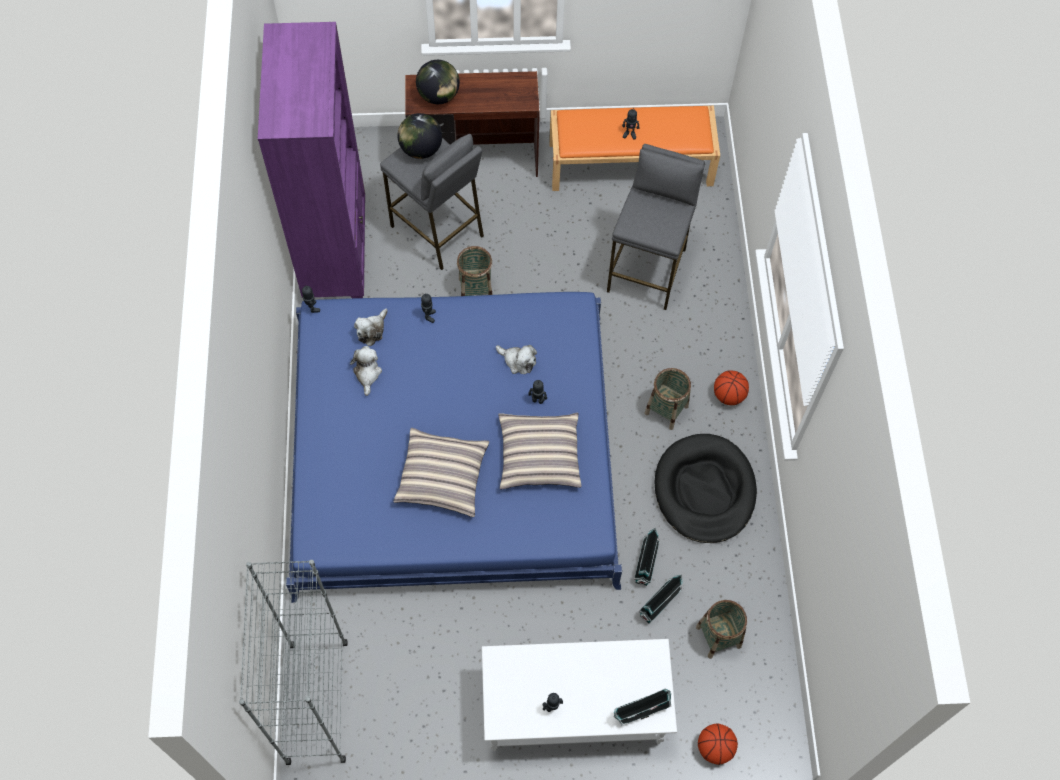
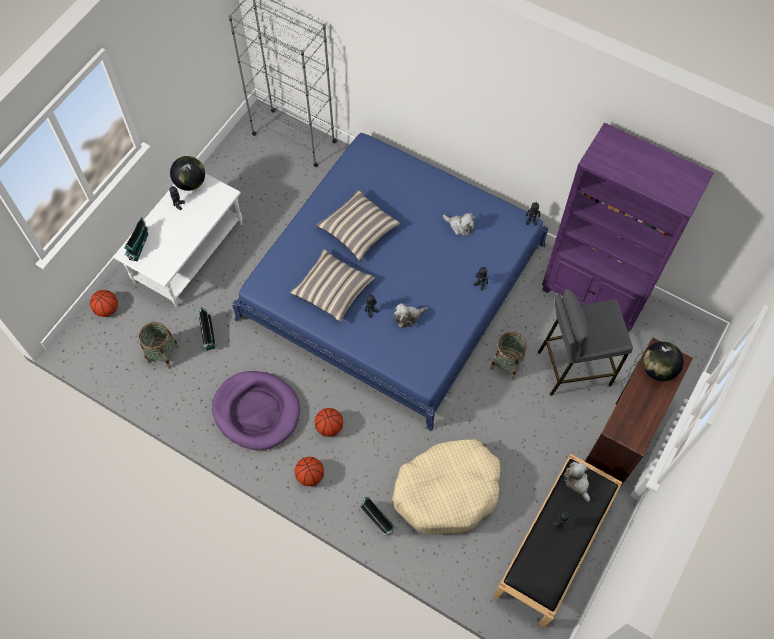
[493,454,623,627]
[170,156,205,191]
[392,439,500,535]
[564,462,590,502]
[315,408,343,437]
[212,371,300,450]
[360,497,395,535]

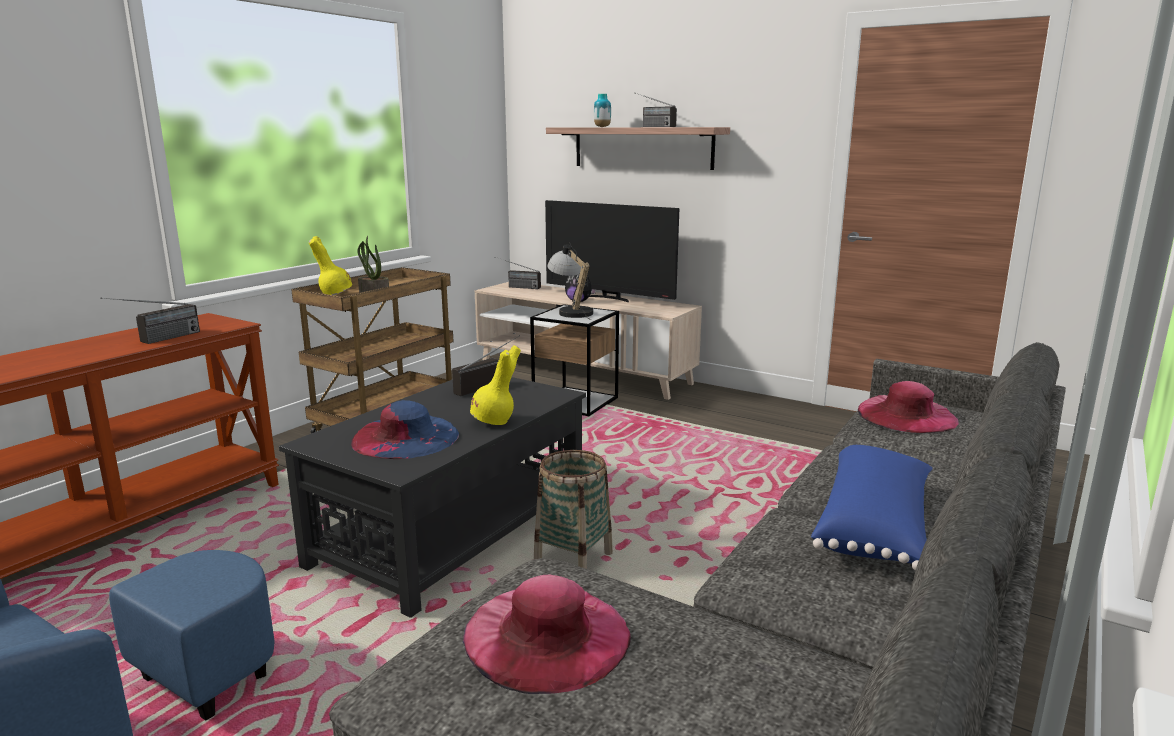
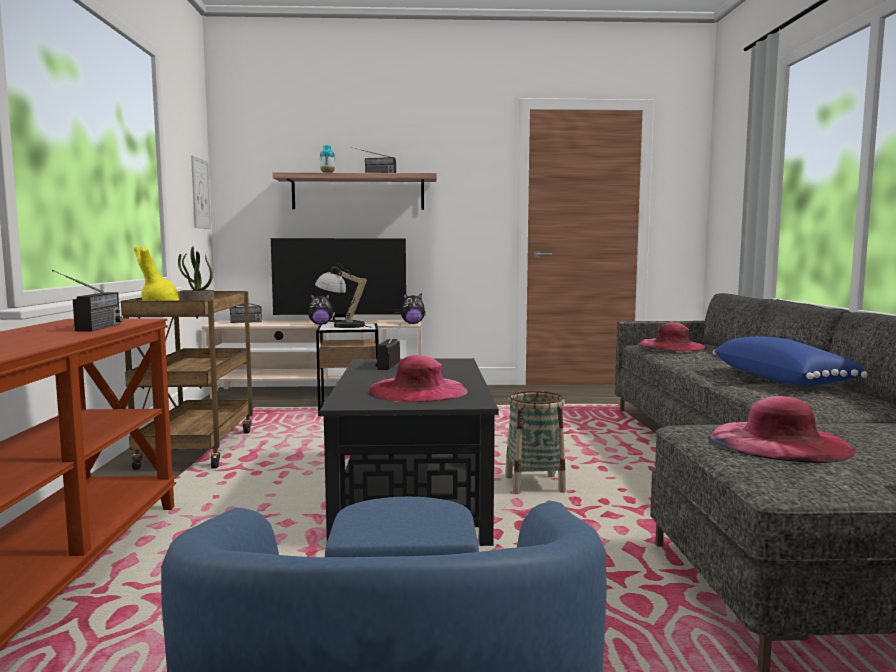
[470,345,521,425] (first image)
[369,355,468,402]
[191,156,211,229]
[401,293,426,324]

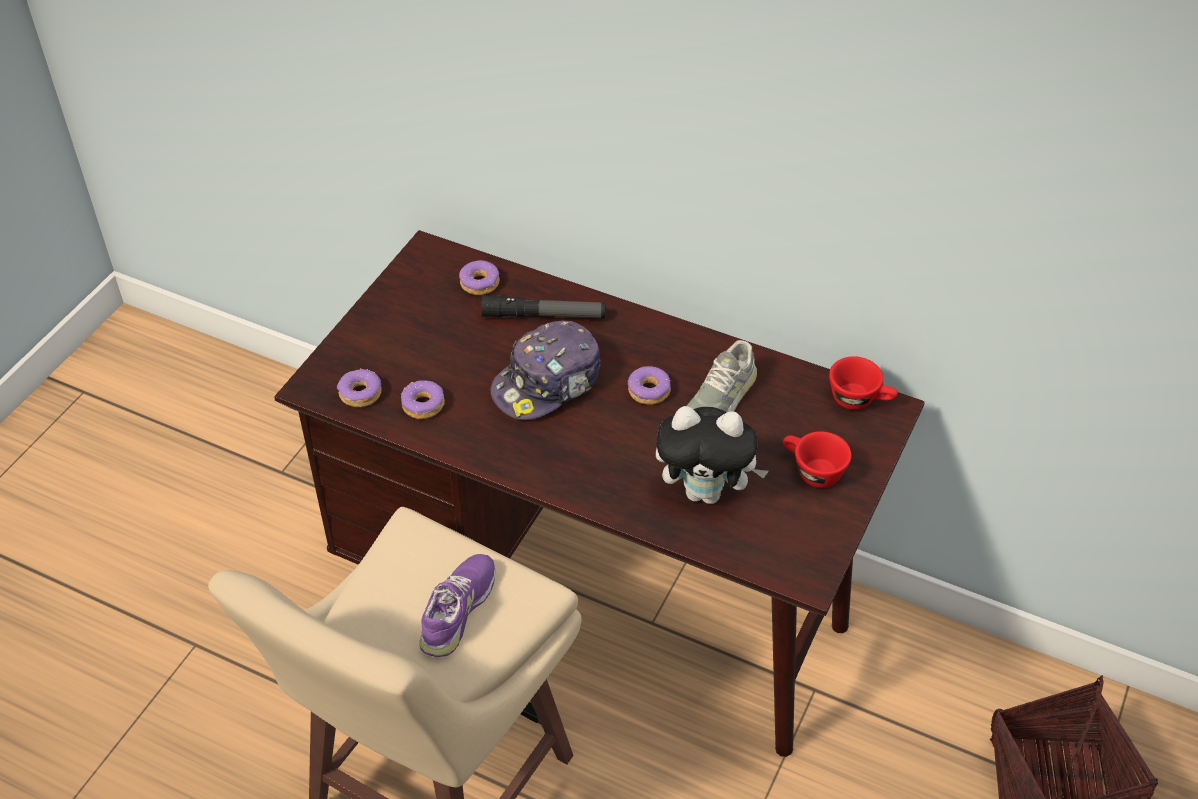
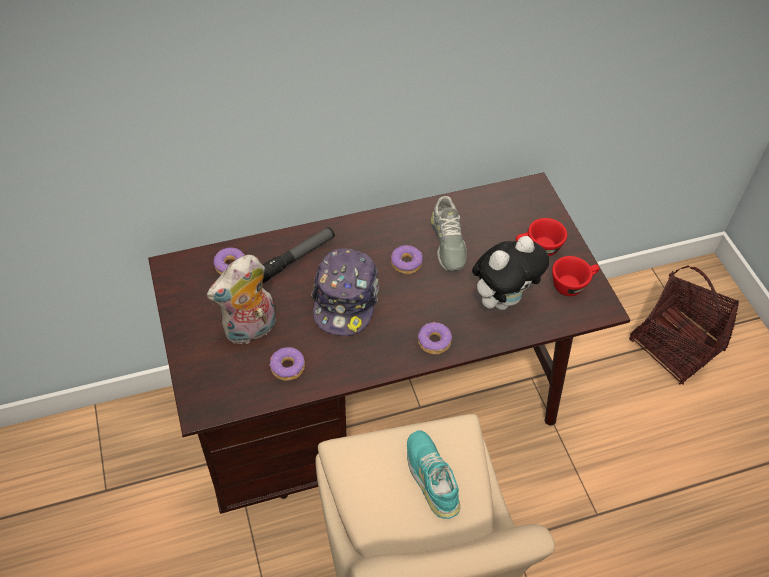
[552,256,599,296]
[418,322,452,354]
[407,430,461,519]
[207,255,276,344]

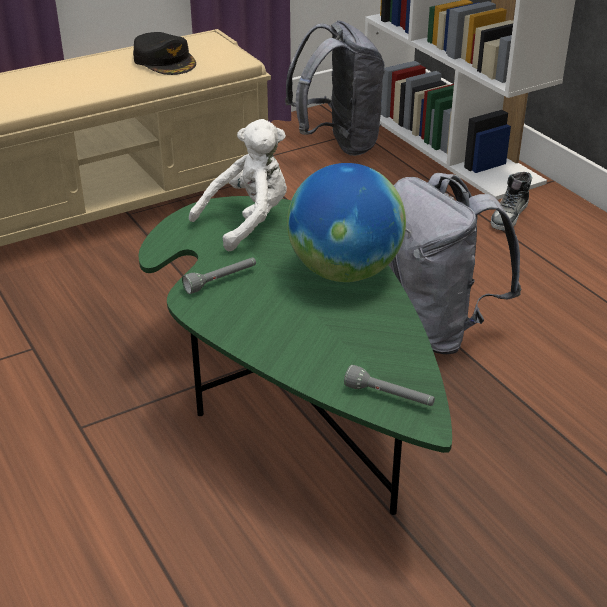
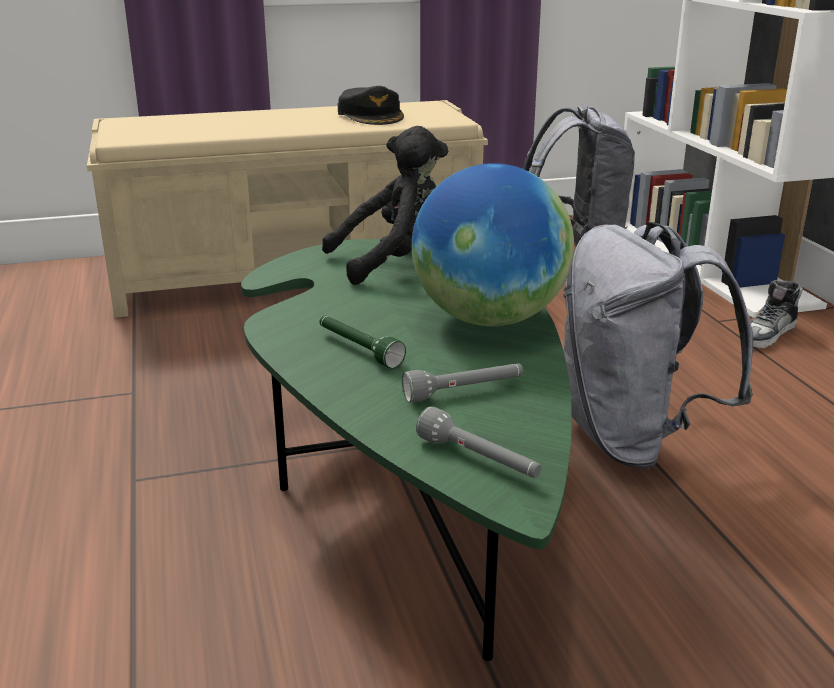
[322,126,448,285]
[402,363,523,403]
[319,316,406,368]

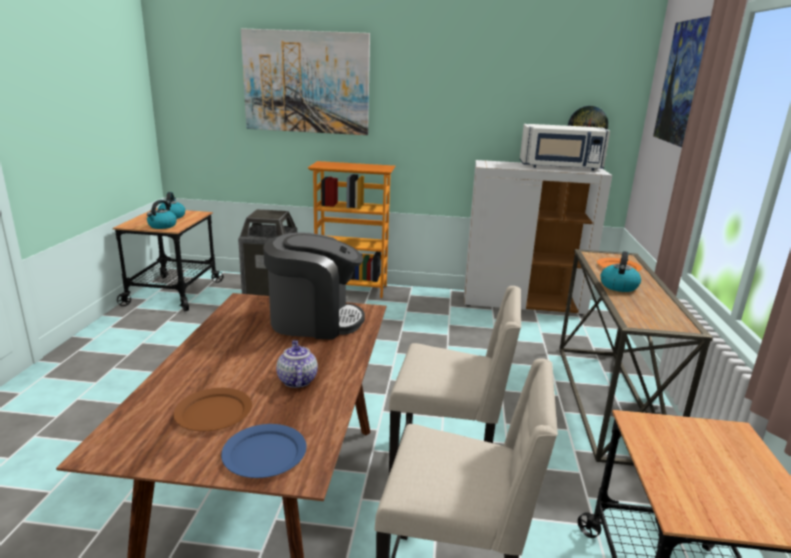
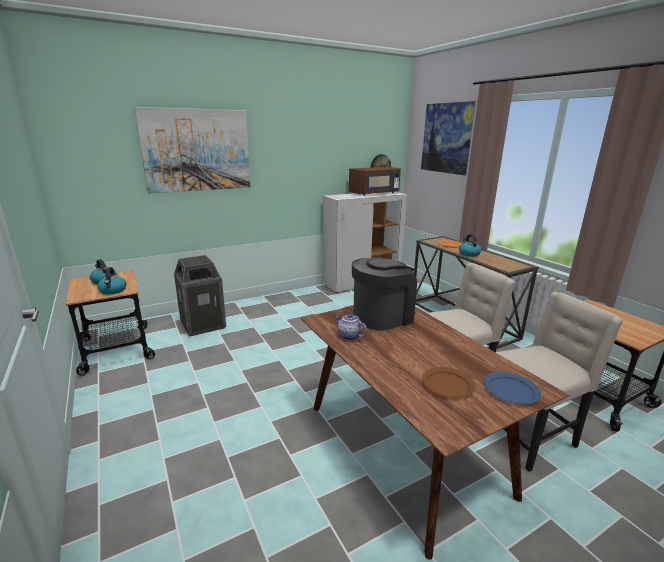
[349,167,401,196]
[308,161,396,298] (first image)
[334,314,367,340]

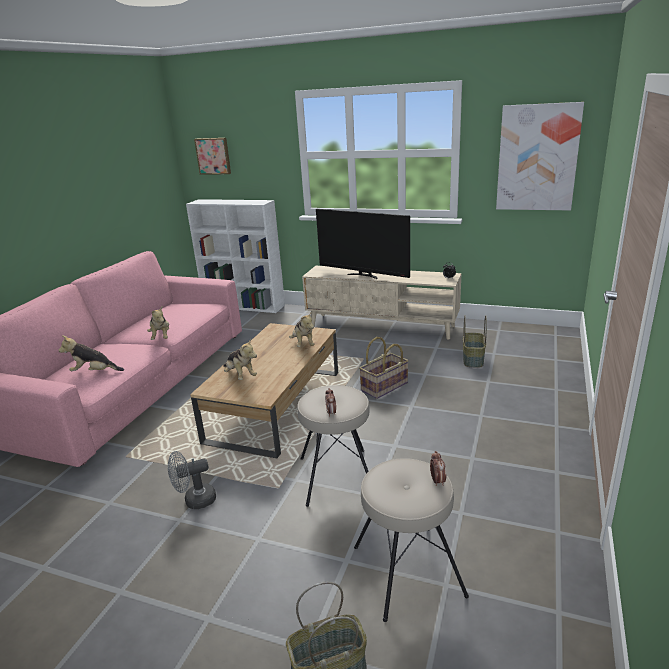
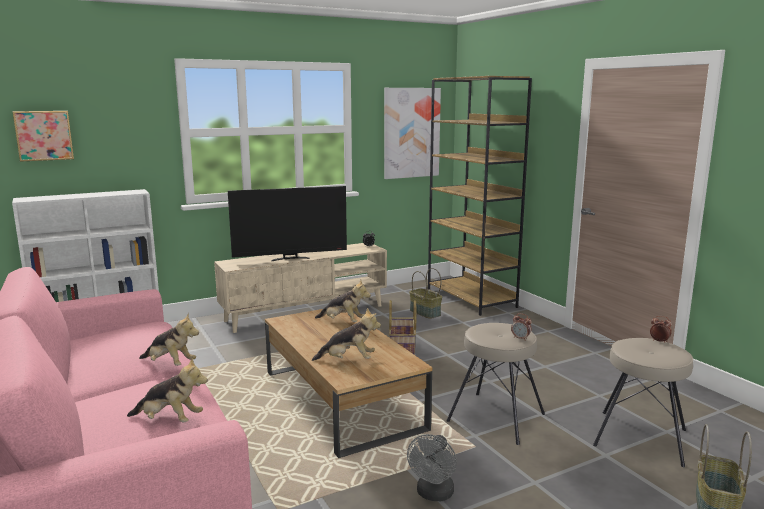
[127,357,208,423]
[428,76,532,316]

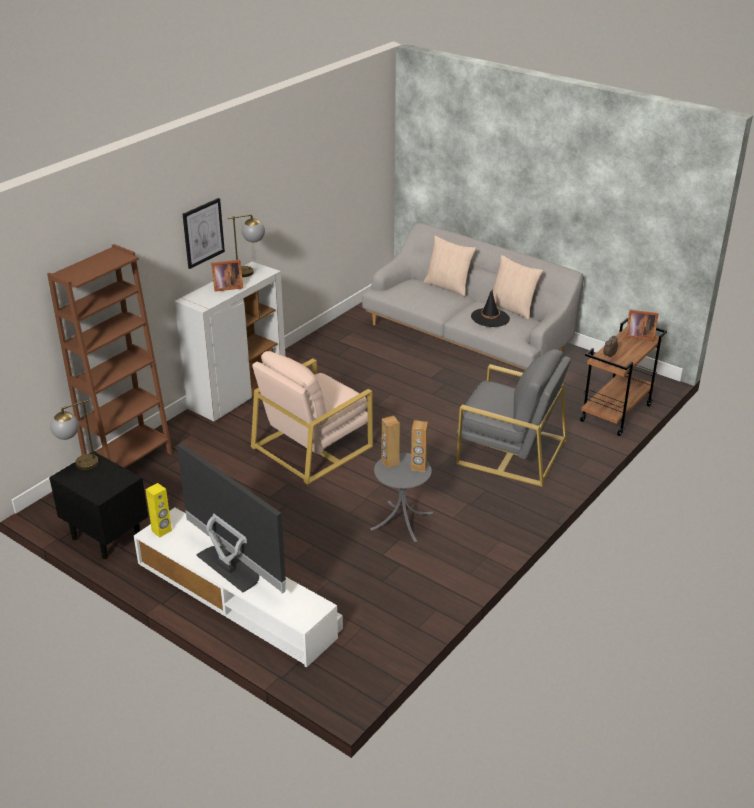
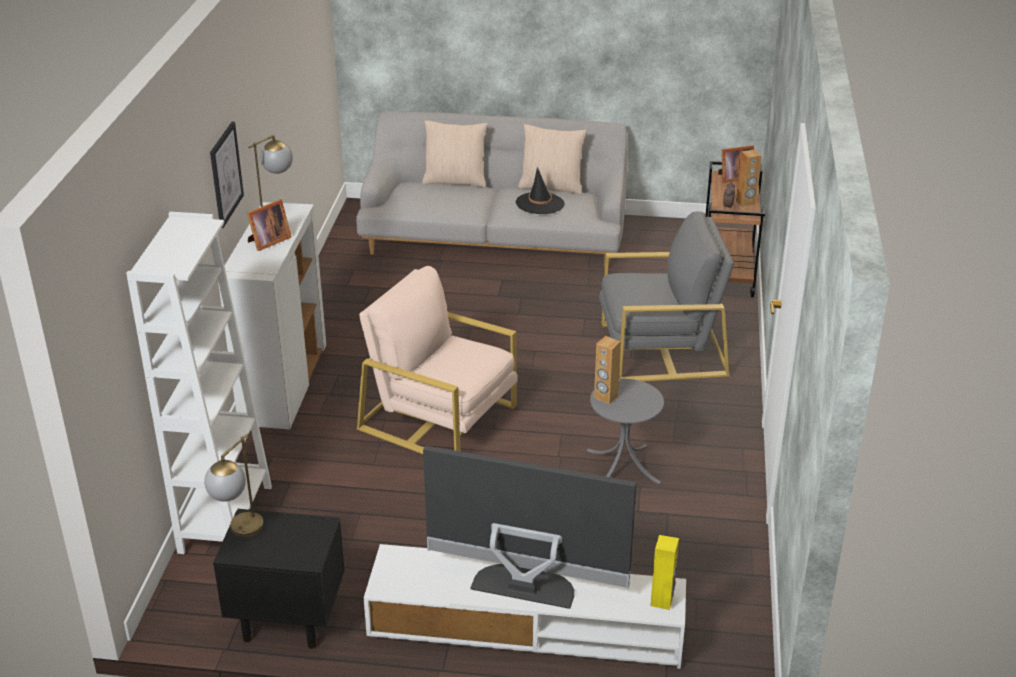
[126,212,272,554]
[357,266,518,454]
[736,149,762,207]
[650,535,679,610]

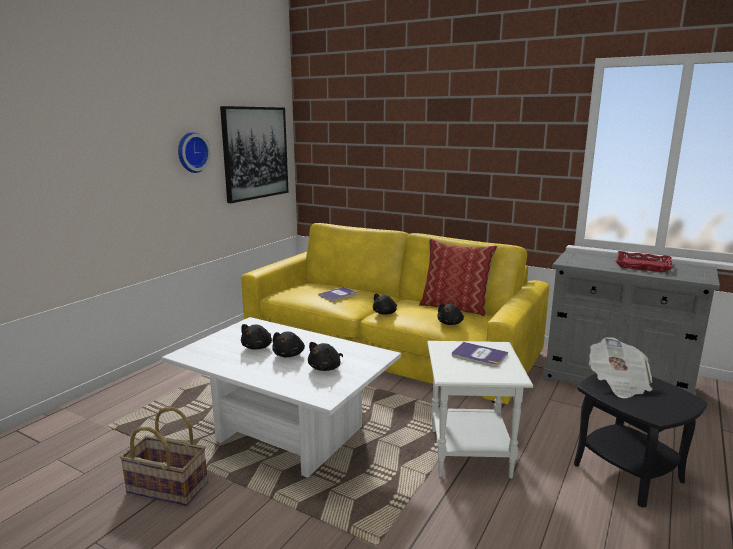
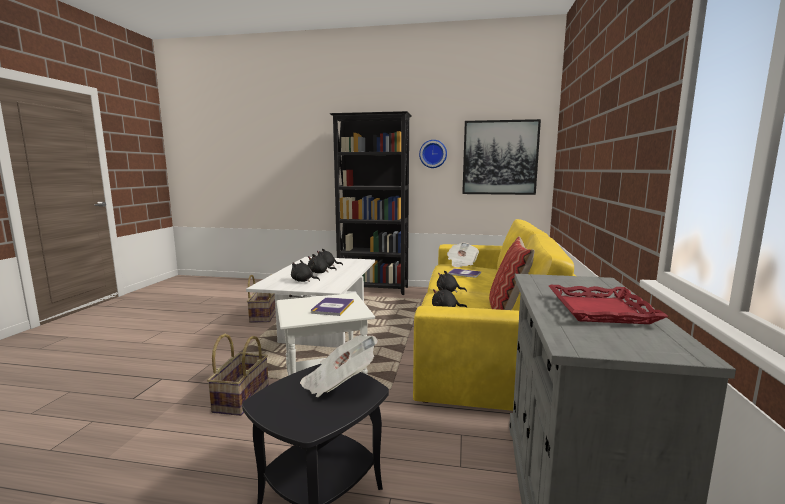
[330,111,412,295]
[447,243,479,267]
[207,334,269,416]

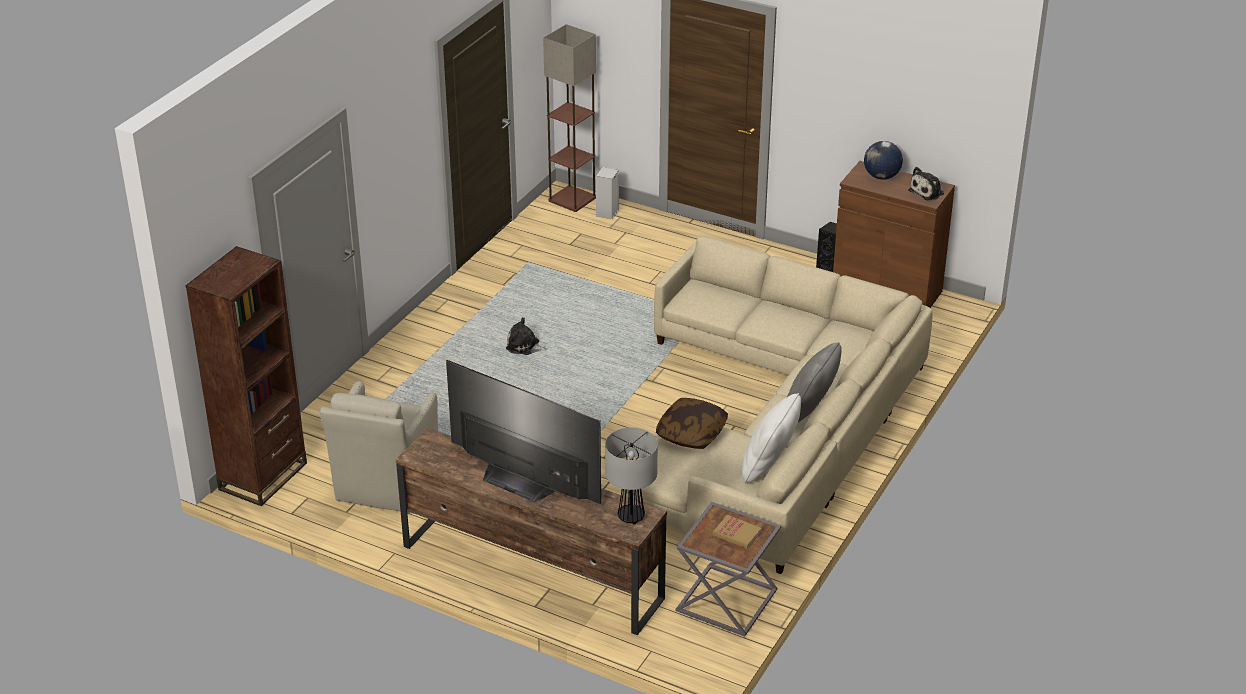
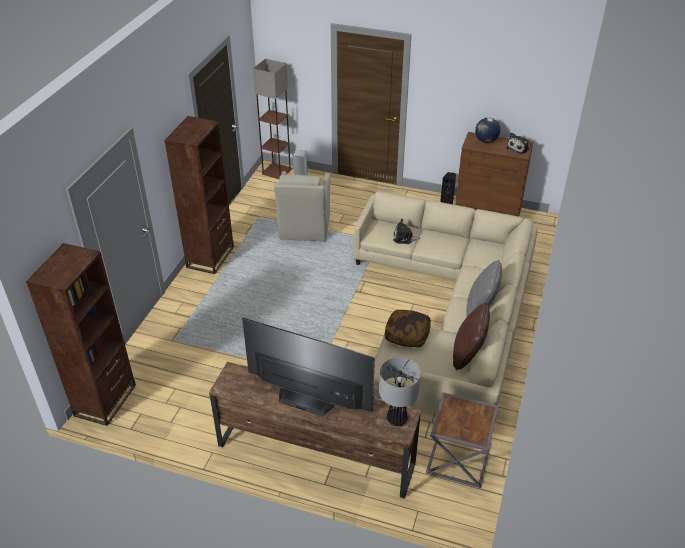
[393,219,420,244]
[274,171,330,241]
[453,303,490,370]
[713,515,762,549] (first image)
[164,116,234,274]

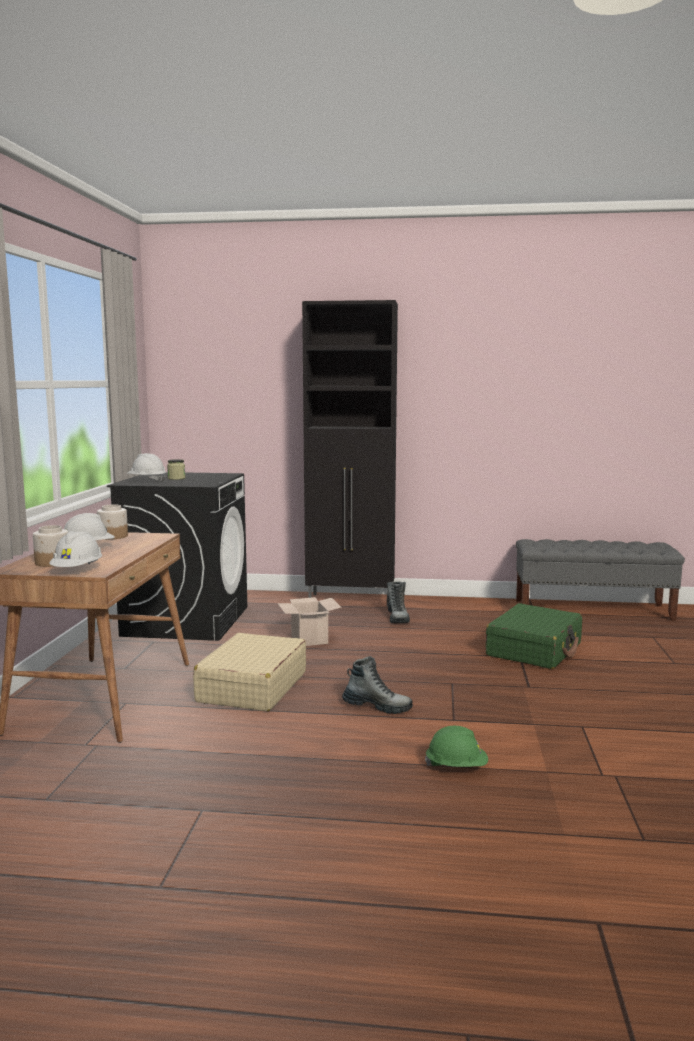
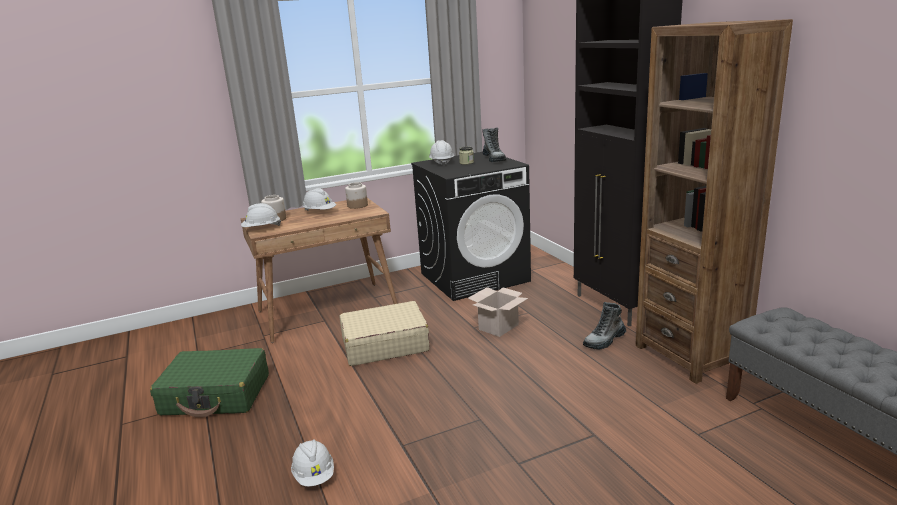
[150,348,269,418]
[482,127,506,162]
[291,439,334,486]
[636,19,793,384]

